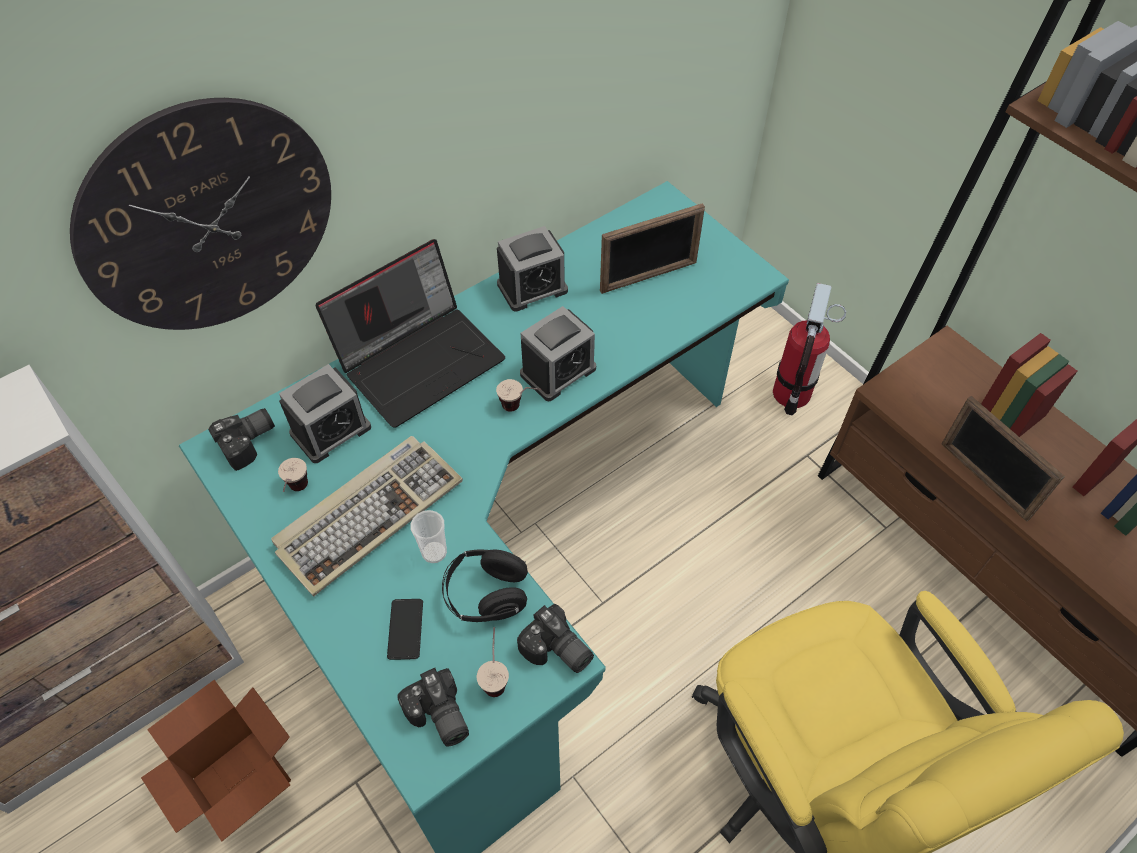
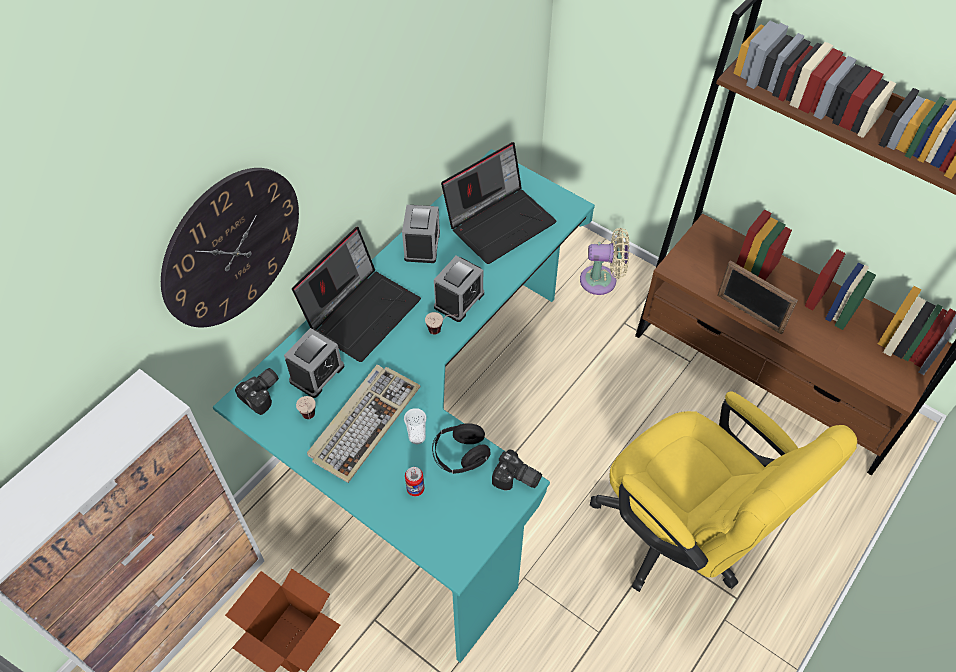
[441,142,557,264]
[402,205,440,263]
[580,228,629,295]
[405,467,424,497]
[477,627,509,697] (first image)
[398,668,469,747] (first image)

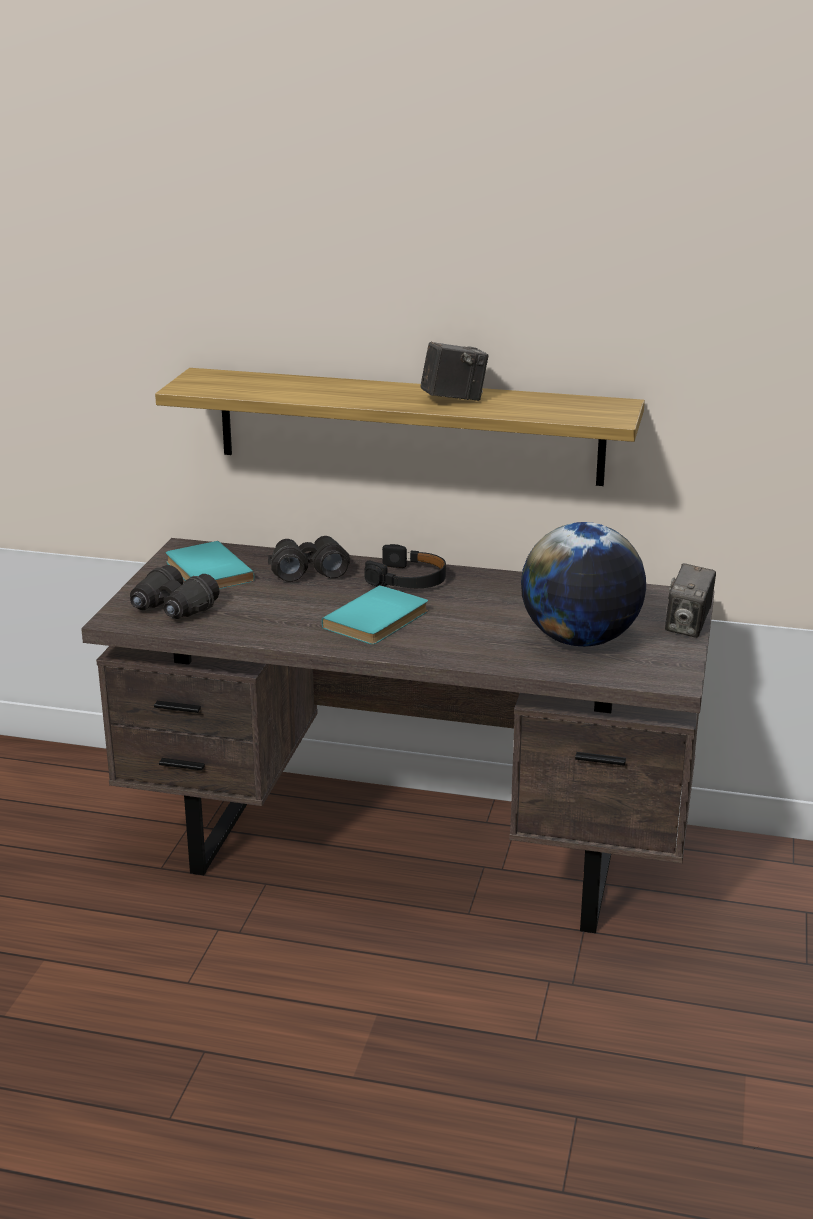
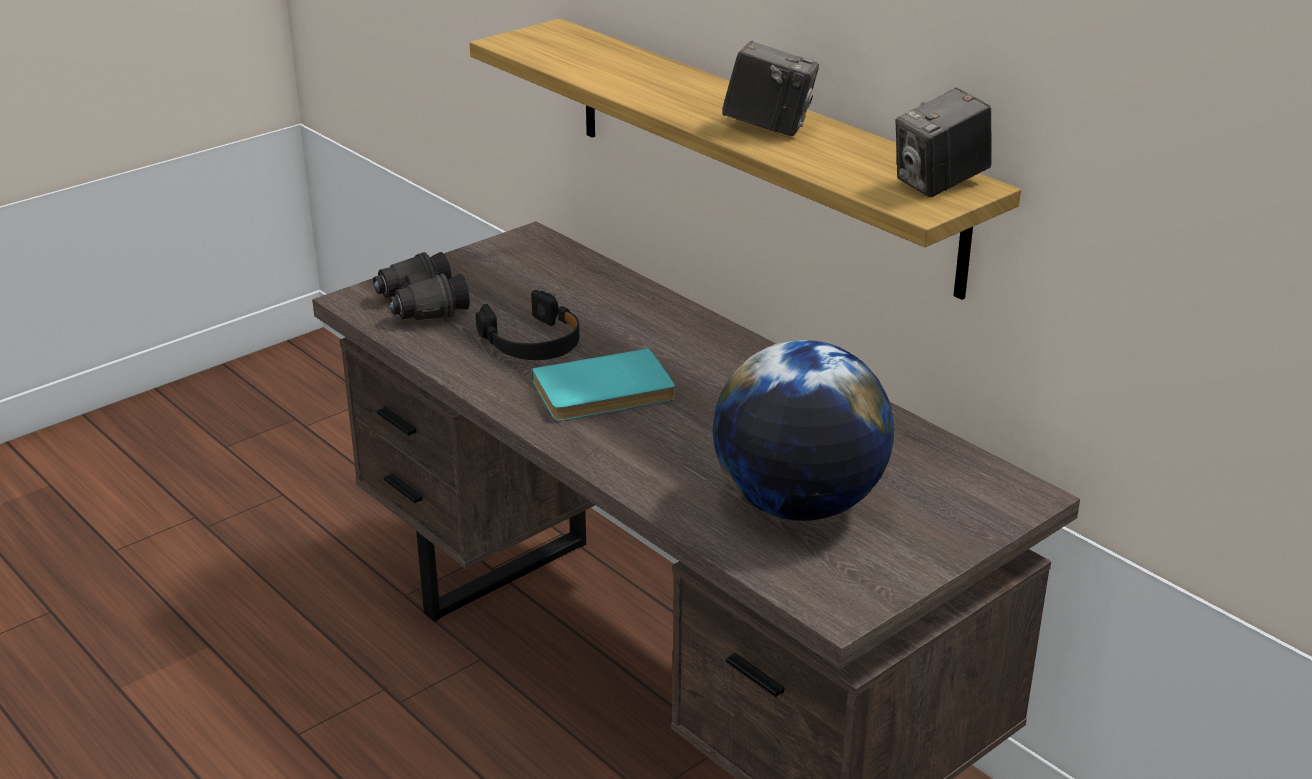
[268,536,350,582] (first image)
[166,541,254,589] (first image)
[476,290,579,360]
[896,87,992,197]

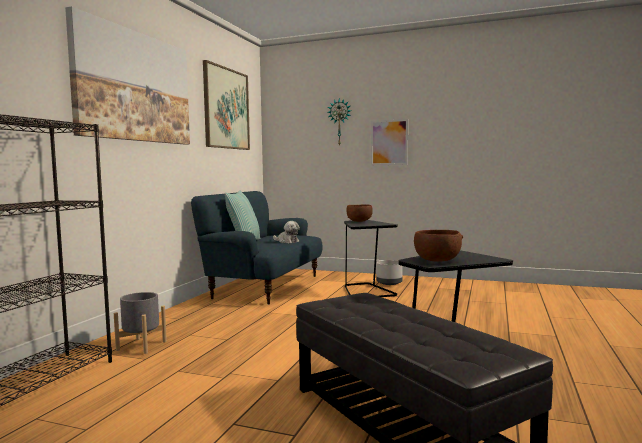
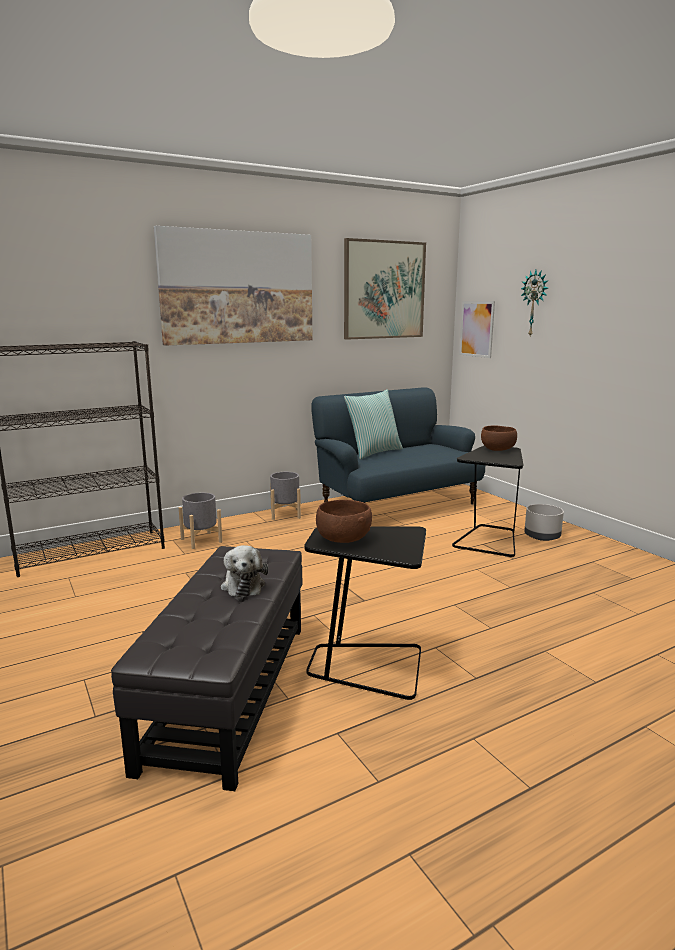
[459,301,495,358]
[221,545,268,597]
[270,472,301,520]

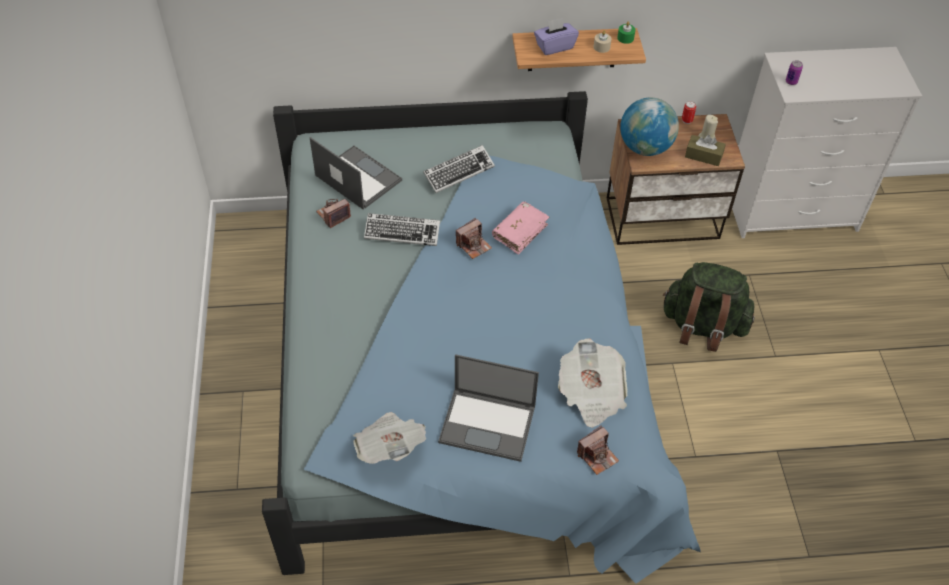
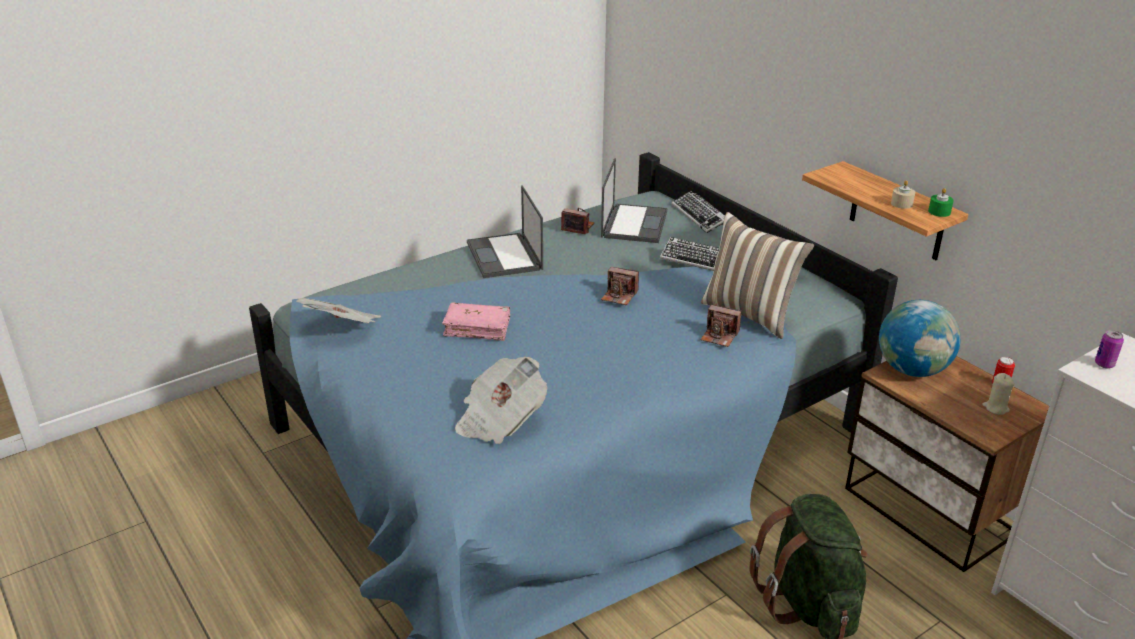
[534,18,579,55] (first image)
[685,135,726,166] (first image)
[442,302,510,341]
[672,191,725,233]
[467,185,543,278]
[700,305,741,347]
[701,212,814,339]

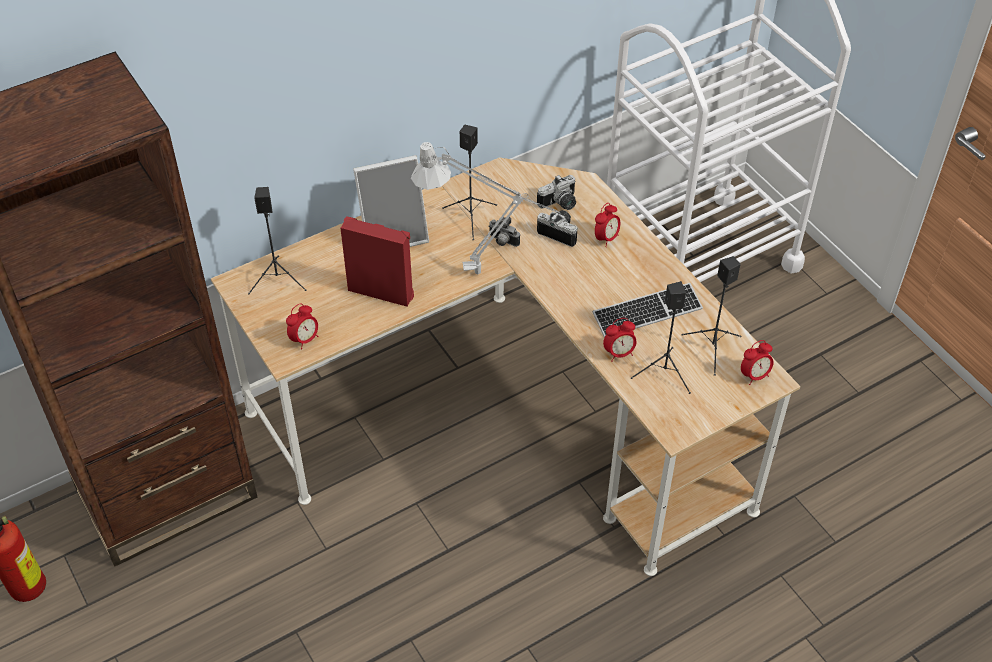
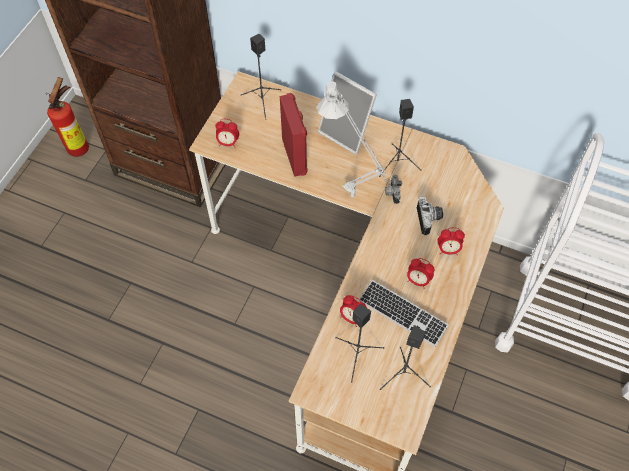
[537,175,576,210] (first image)
[407,258,434,289]

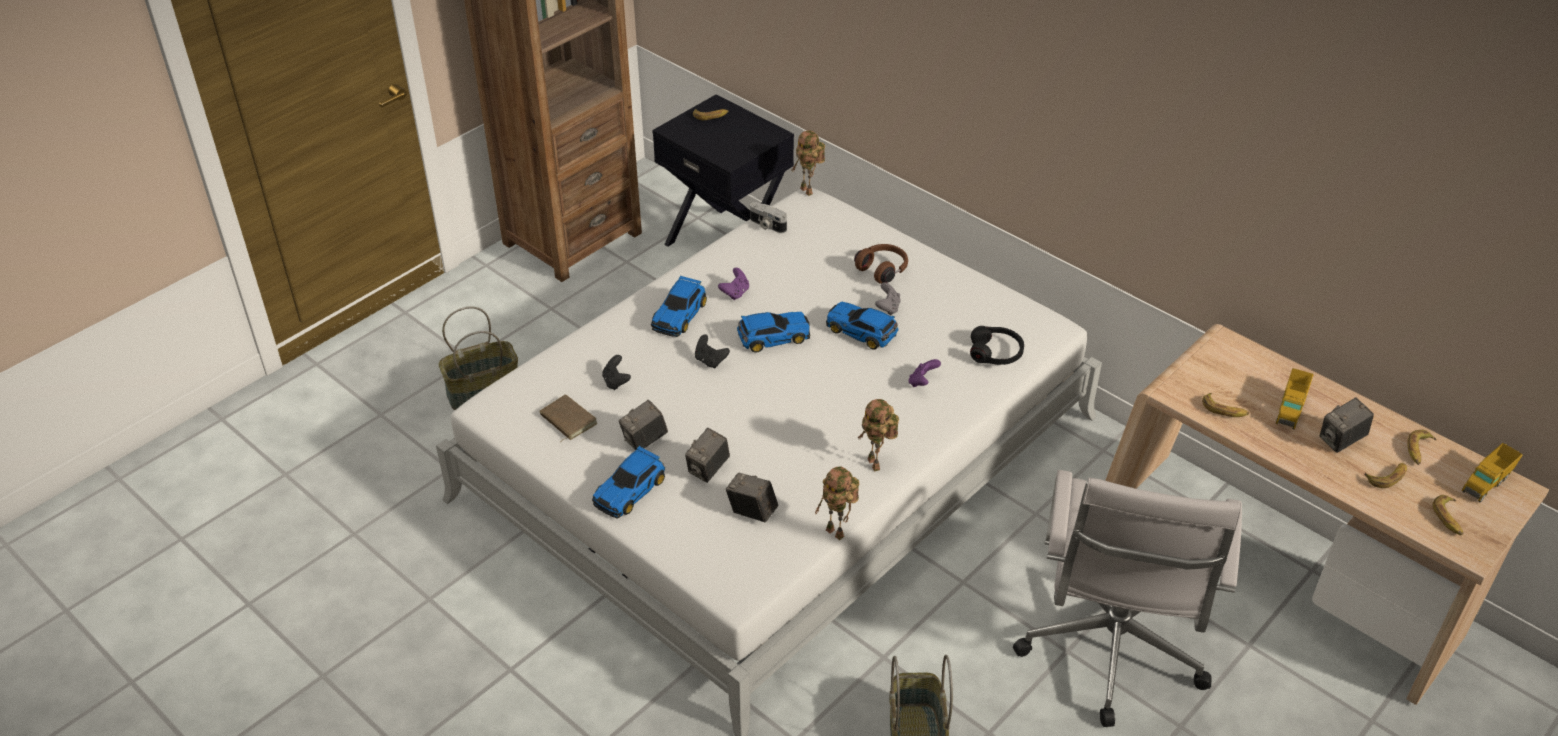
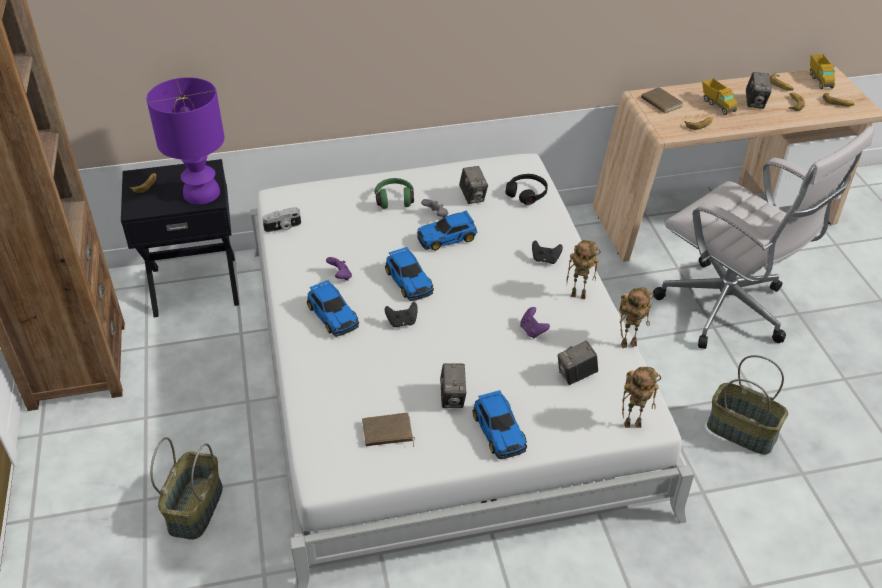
[622,367,661,428]
[375,178,414,209]
[385,247,434,301]
[532,240,563,264]
[520,307,550,338]
[459,166,488,204]
[147,77,224,204]
[641,87,683,113]

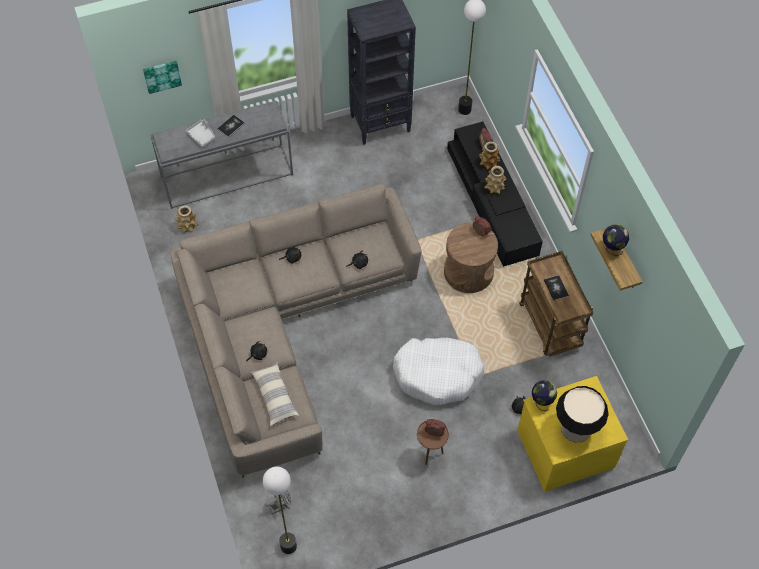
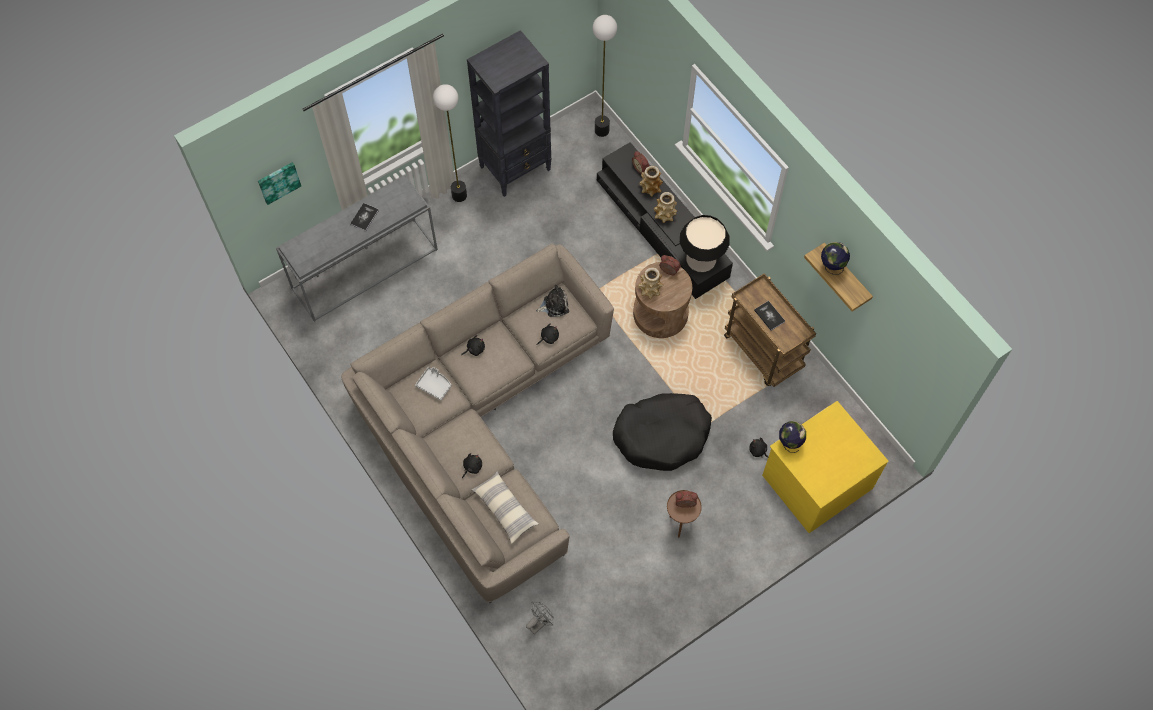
[415,367,451,401]
[638,267,663,299]
[613,393,712,471]
[680,215,730,273]
[433,84,467,202]
[536,285,569,317]

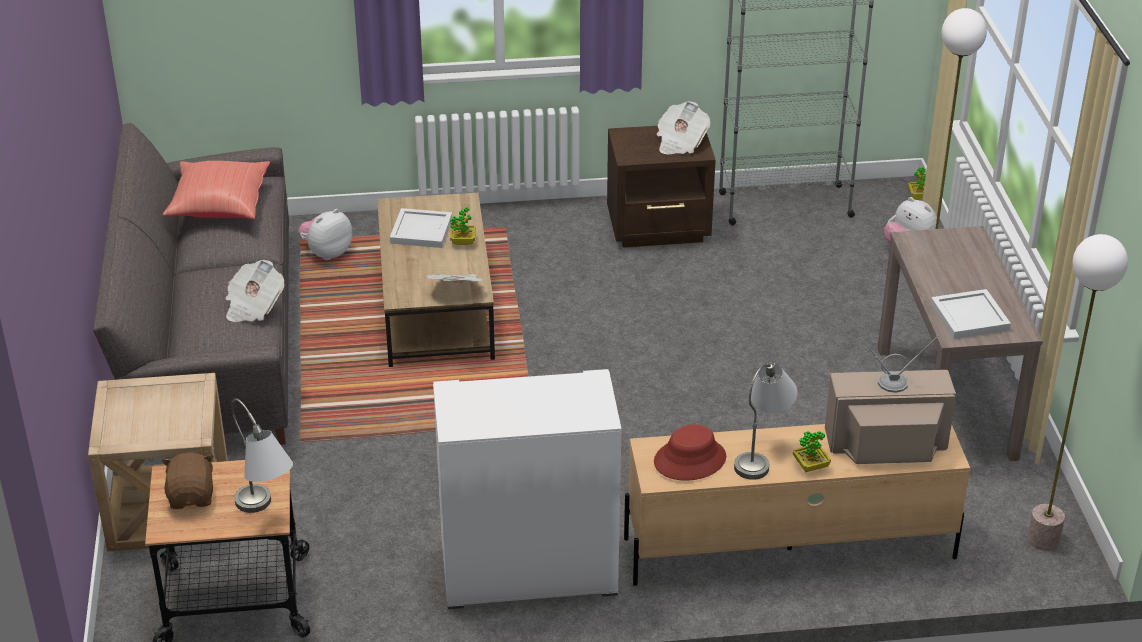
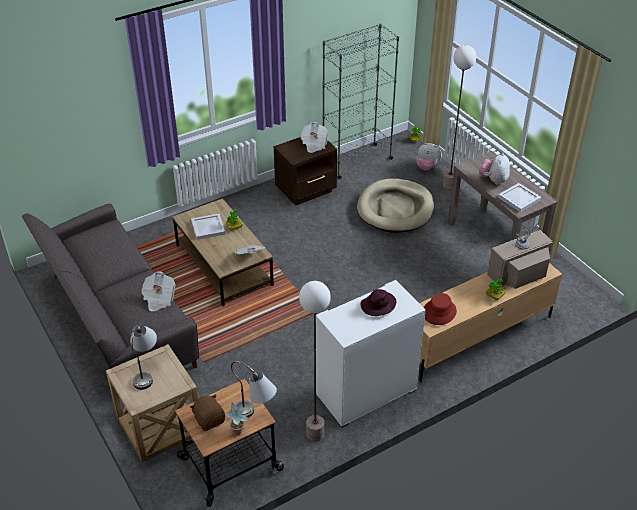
[163,161,270,220] (first image)
[479,153,510,185]
[299,281,331,442]
[130,325,157,390]
[357,179,434,233]
[360,289,396,316]
[225,403,249,436]

